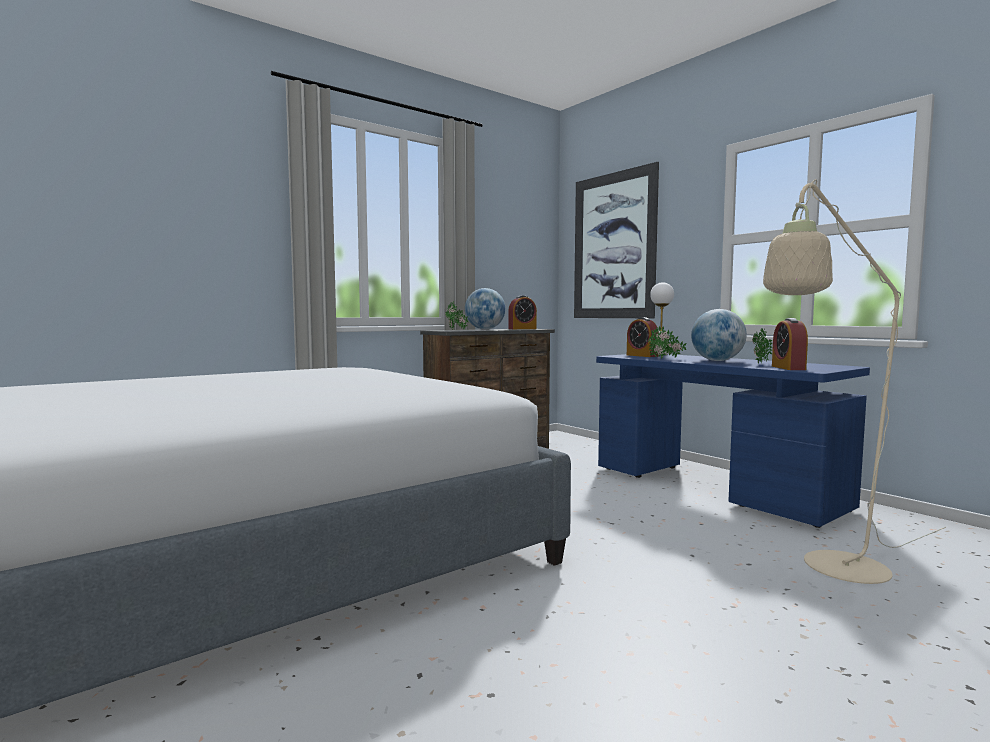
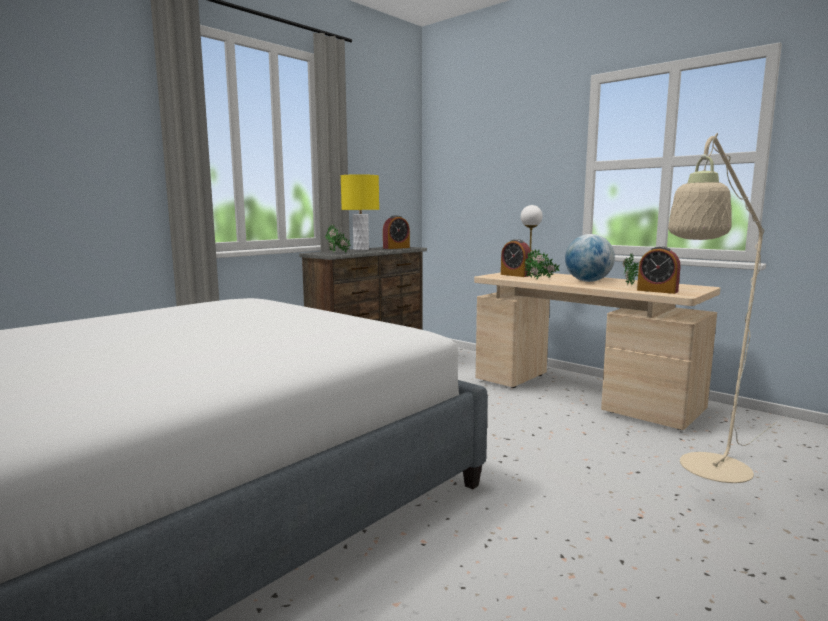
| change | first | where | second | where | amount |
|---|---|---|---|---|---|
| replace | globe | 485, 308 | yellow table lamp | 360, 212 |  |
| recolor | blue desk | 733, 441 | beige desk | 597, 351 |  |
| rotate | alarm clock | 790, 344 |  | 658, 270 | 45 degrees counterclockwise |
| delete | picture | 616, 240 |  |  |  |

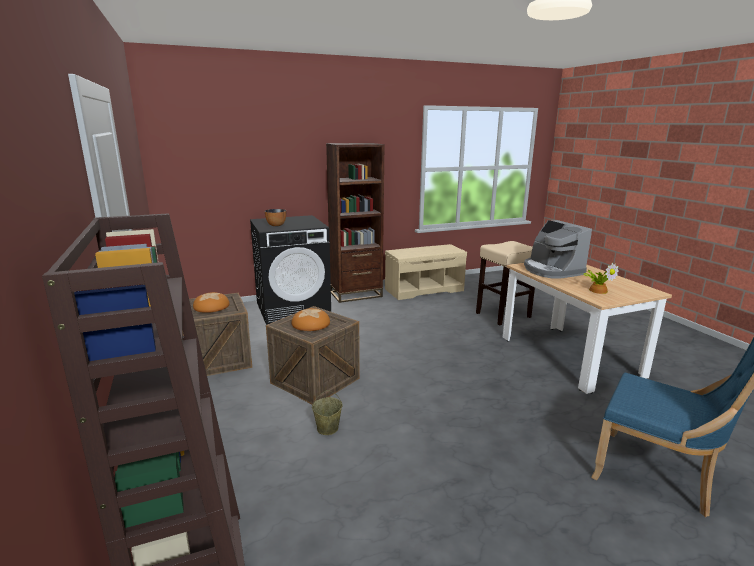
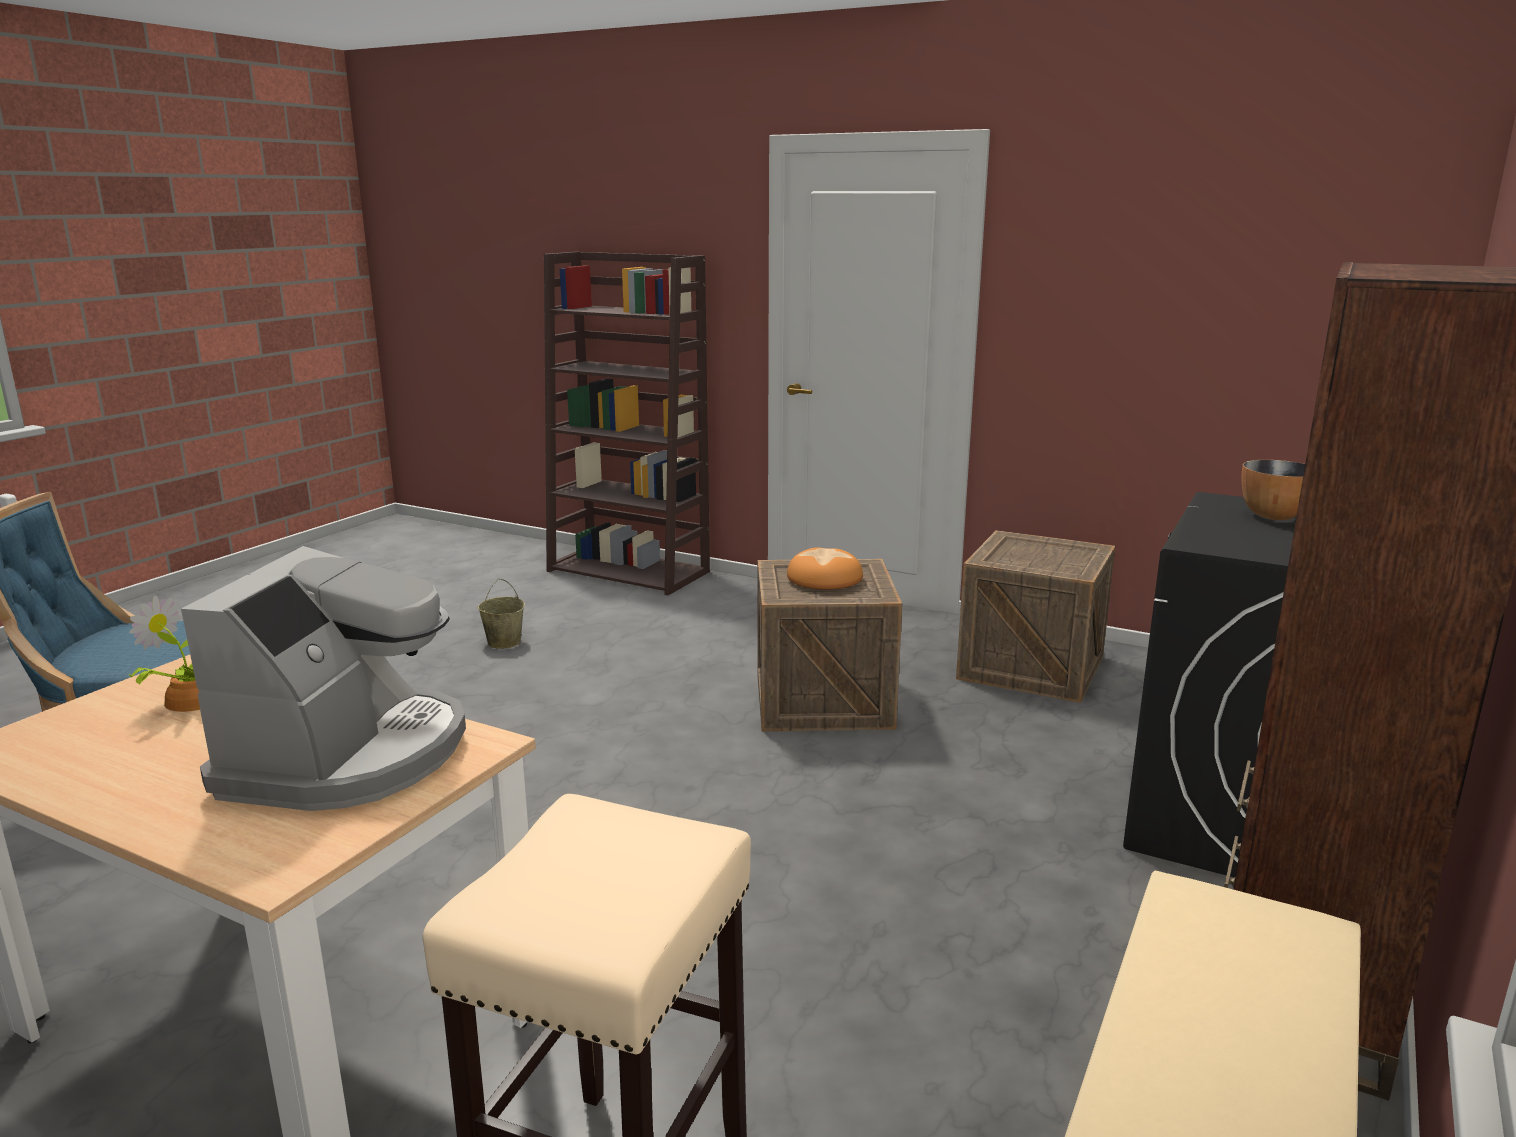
| change | first | where | second | where | amount |
|---|---|---|---|---|---|
| rotate | coffee machine | 558, 249 |  | 323, 678 | 75 degrees clockwise |
| move | beige bucket | 327, 412 |  | 501, 614 |  |
| delete | bread | 211, 302 |  |  |  |

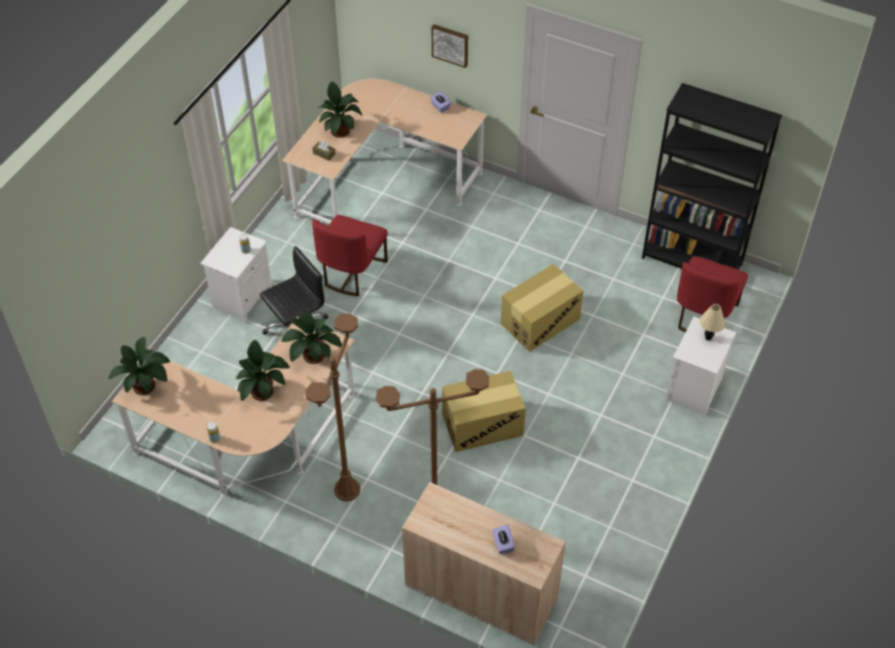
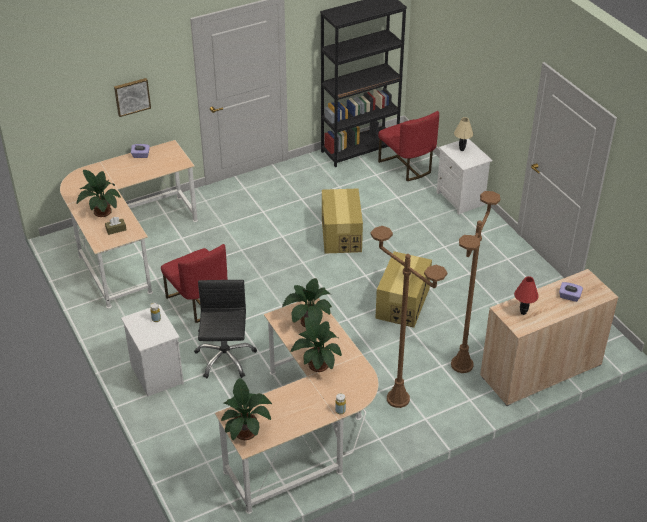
| change | first | where | second | where | amount |
|---|---|---|---|---|---|
| insert |  |  | red table lamp | 526, 295 |  |

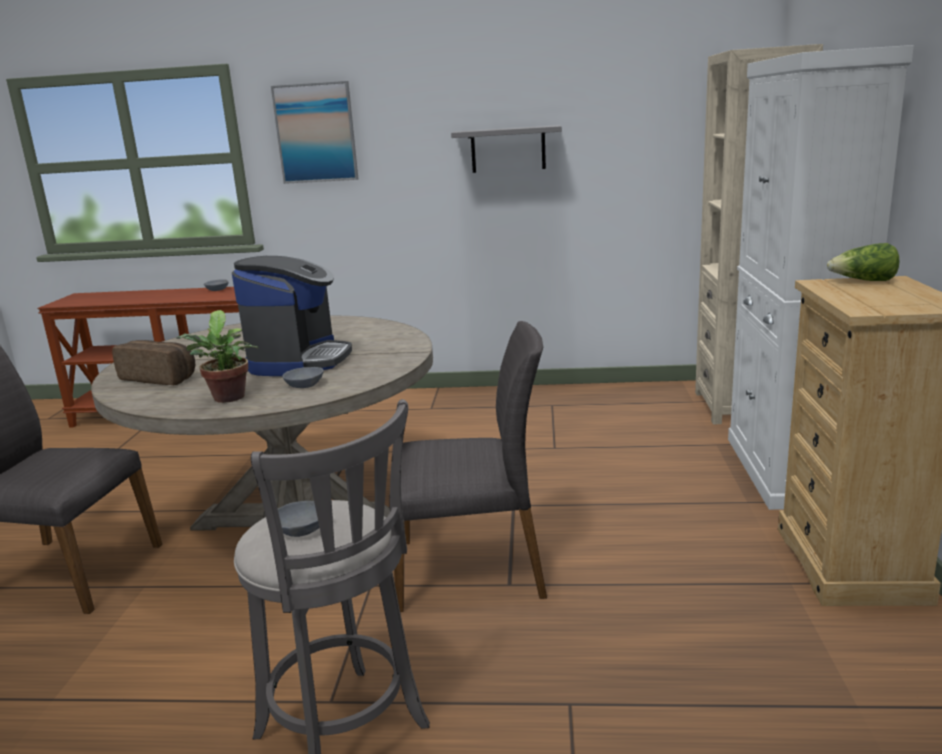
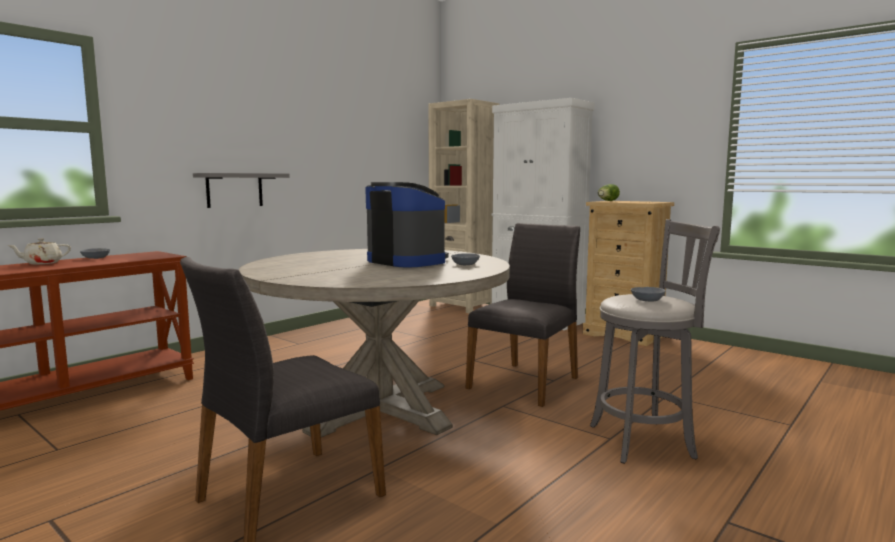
| change | first | where | second | where | amount |
|---|---|---|---|---|---|
| insert |  |  | beige teapot | 39, 251 |  |
| move | grey shelf | 506, 149 |  | 241, 190 |  |
| delete | bread | 153, 362 |  |  |  |
| delete | potted plant | 217, 356 |  |  |  |
| delete | picture | 314, 132 |  |  |  |

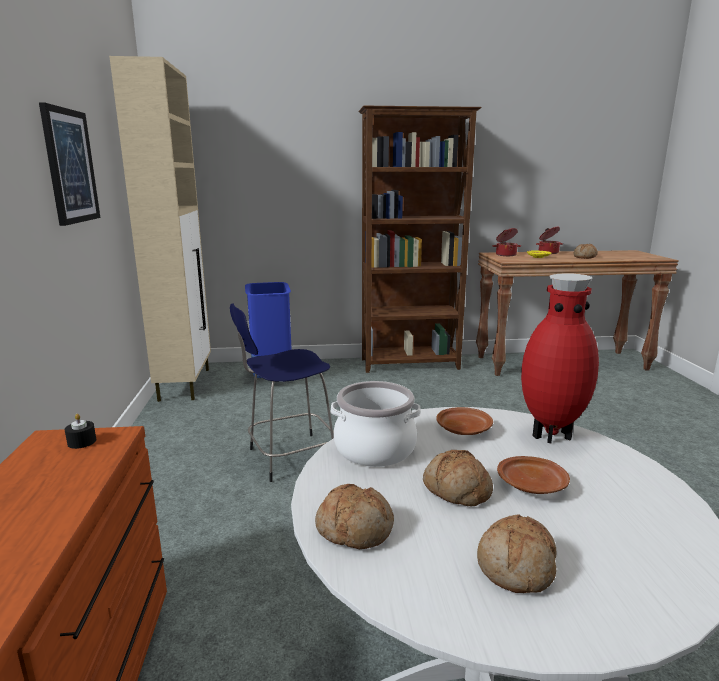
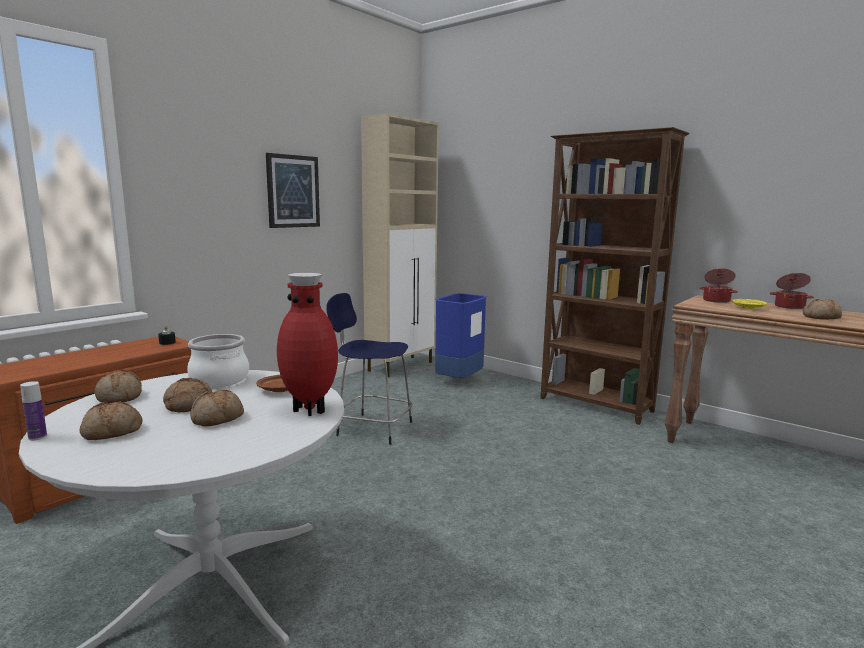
| change | first | where | second | where | amount |
|---|---|---|---|---|---|
| insert |  |  | bottle | 33, 410 |  |
| replace | brown plate | 533, 475 | bread | 217, 408 |  |

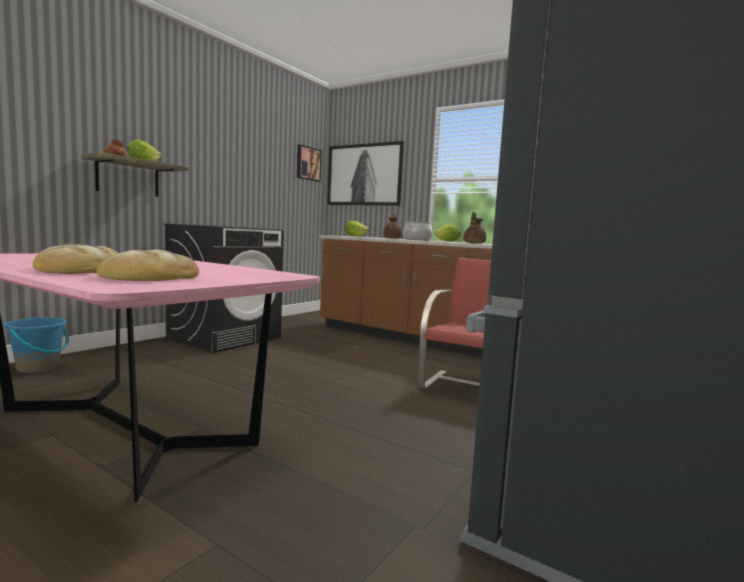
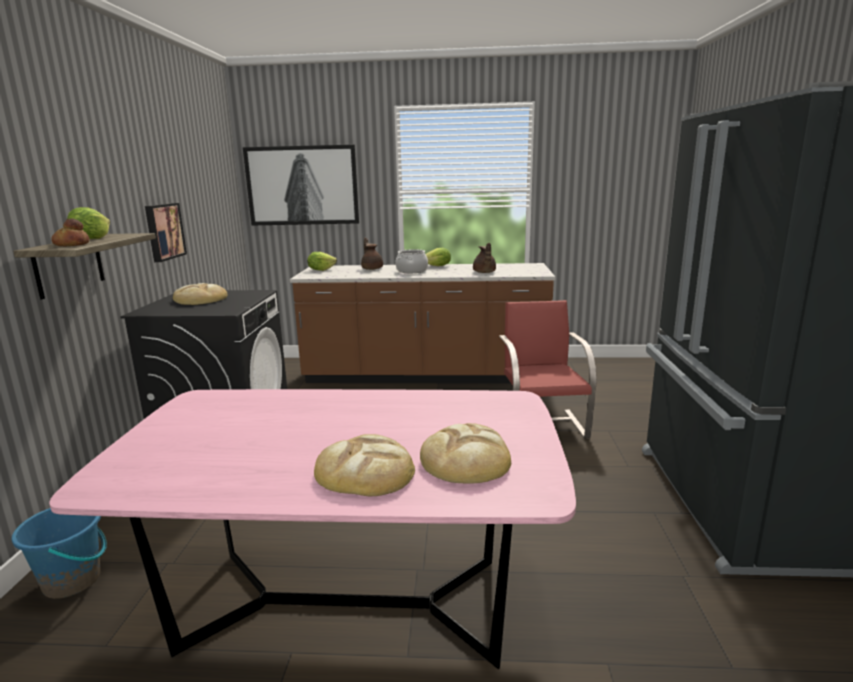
| change | first | where | second | where | amount |
|---|---|---|---|---|---|
| move | picture | 309, 163 |  | 166, 232 |  |
| insert |  |  | bread | 200, 294 |  |

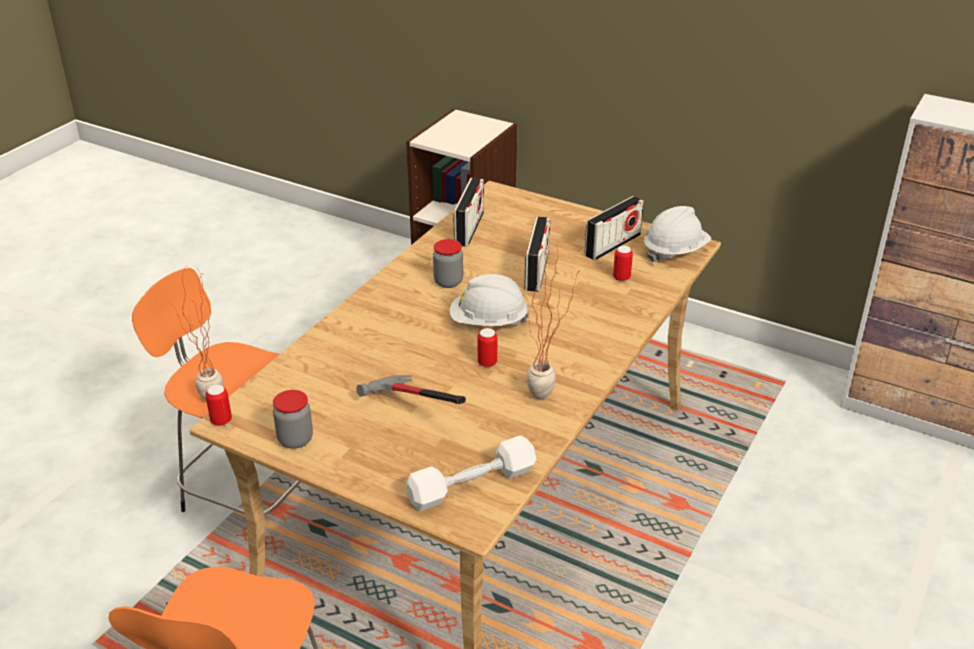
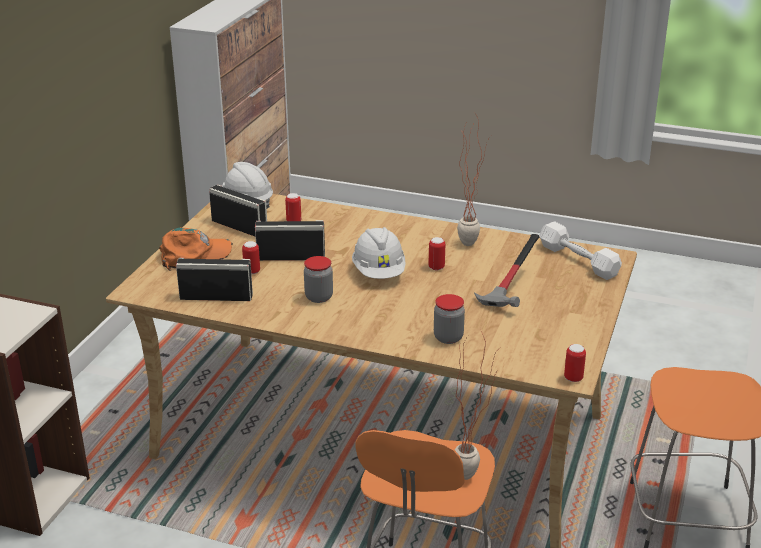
| change | first | where | second | where | amount |
|---|---|---|---|---|---|
| insert |  |  | orange cap | 196, 249 |  |
| insert |  |  | can | 251, 257 |  |
| move | jar | 293, 419 |  | 449, 319 |  |

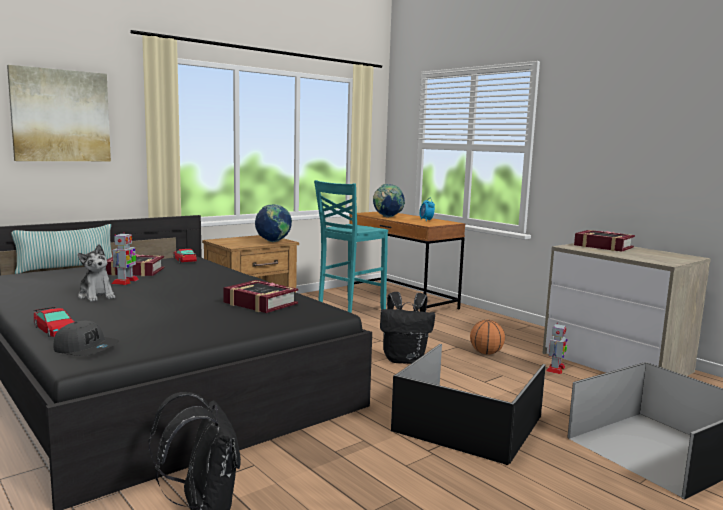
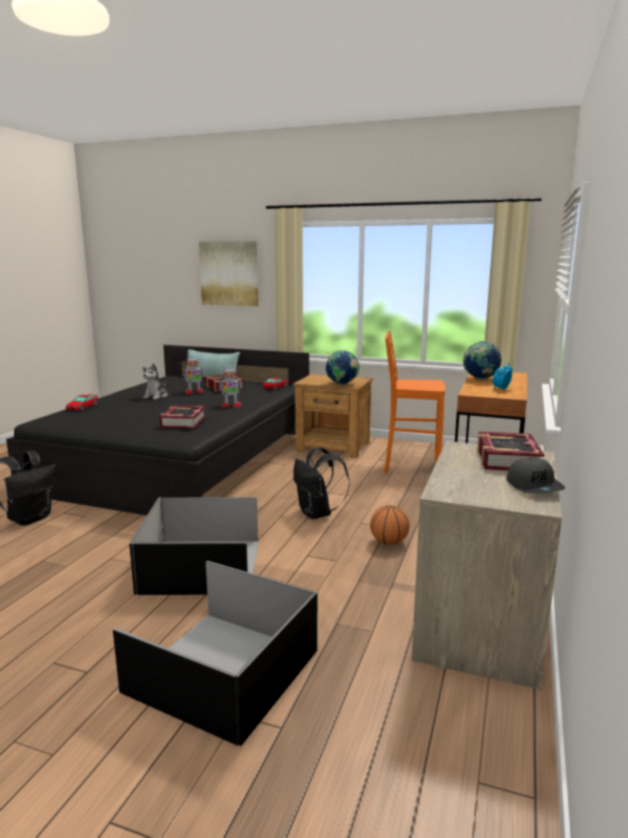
| change | first | where | second | where | amount |
|---|---|---|---|---|---|
| move | toy robot | 556, 348 |  | 230, 388 |  |
| recolor | turquoise stool | 351, 246 | orange stool | 414, 402 |  |
| move | grey cap | 86, 338 |  | 536, 476 |  |

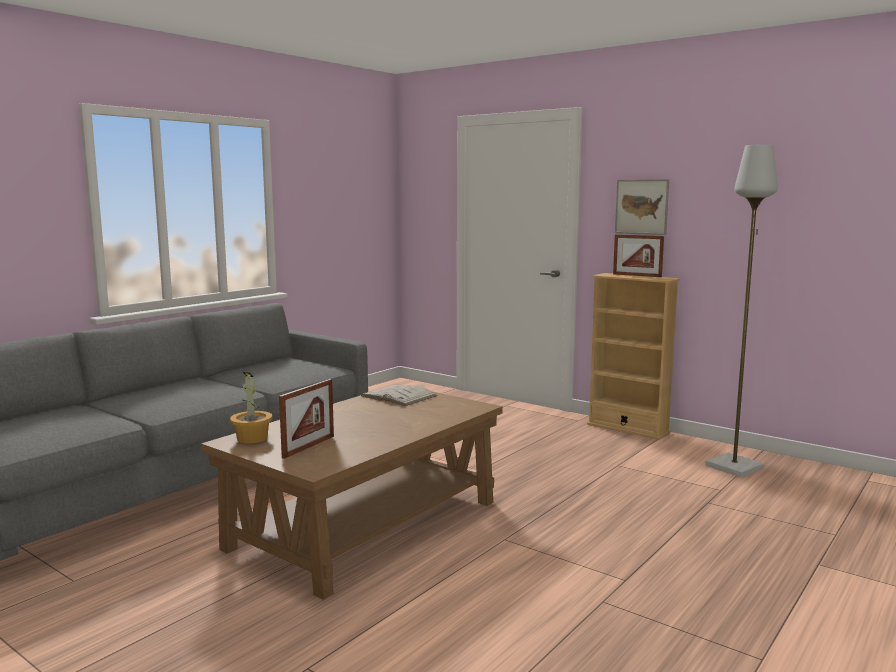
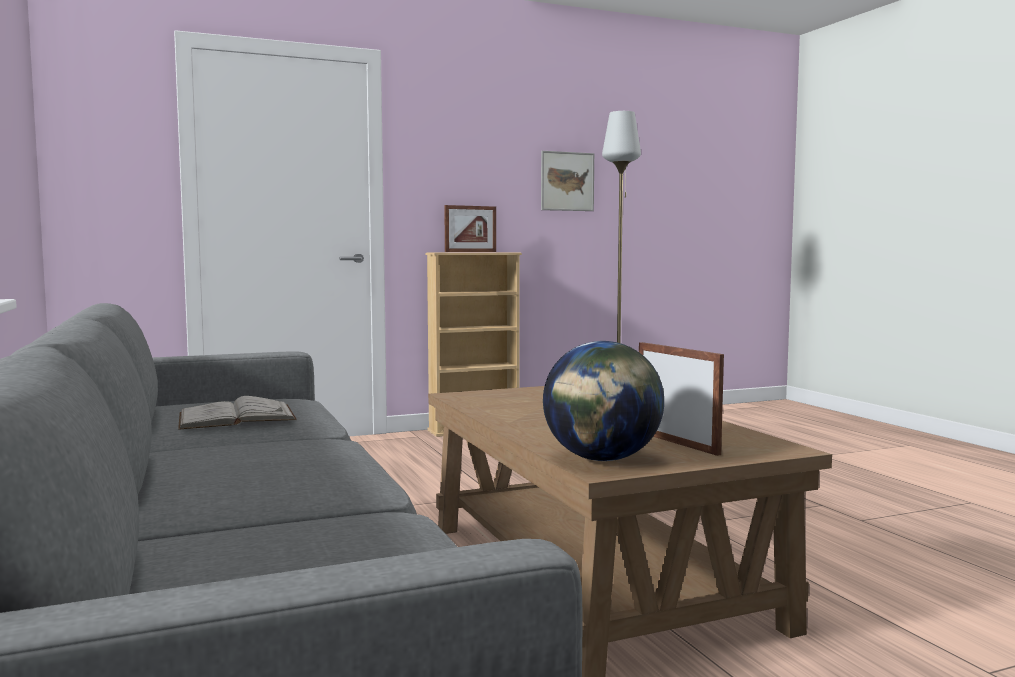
| change | first | where | second | where | amount |
|---|---|---|---|---|---|
| move | white book | 399, 395 |  | 237, 413 |  |
| move | picture | 642, 207 |  | 567, 181 |  |
| replace | potted plant | 251, 408 | globe | 603, 401 |  |

